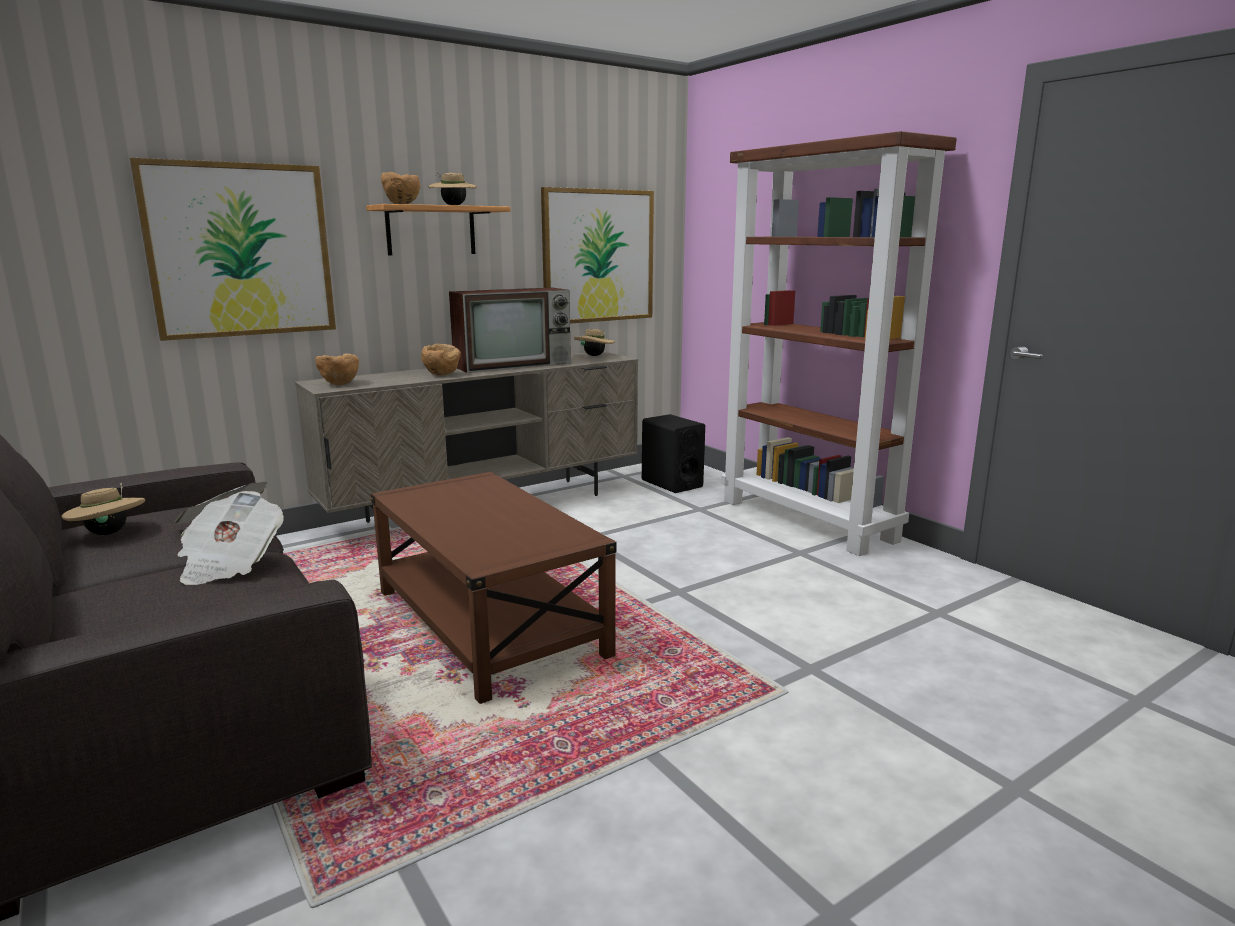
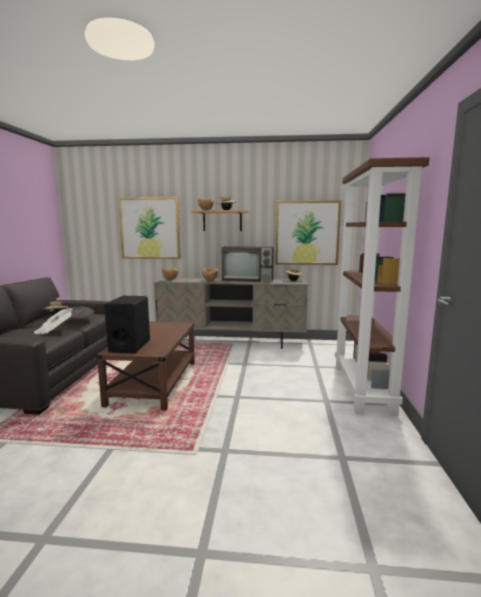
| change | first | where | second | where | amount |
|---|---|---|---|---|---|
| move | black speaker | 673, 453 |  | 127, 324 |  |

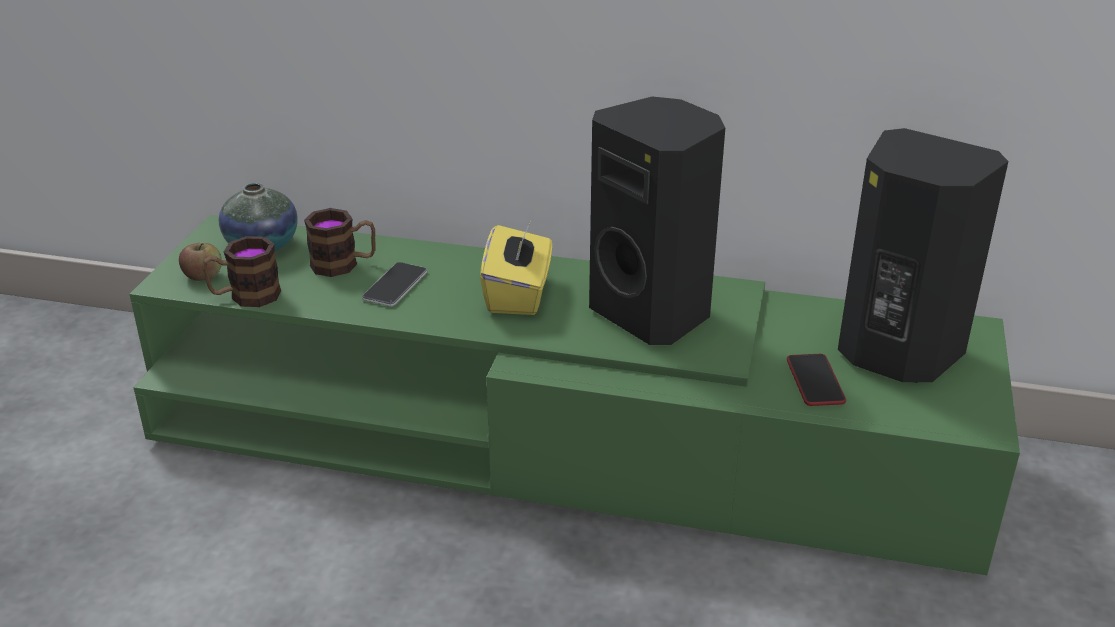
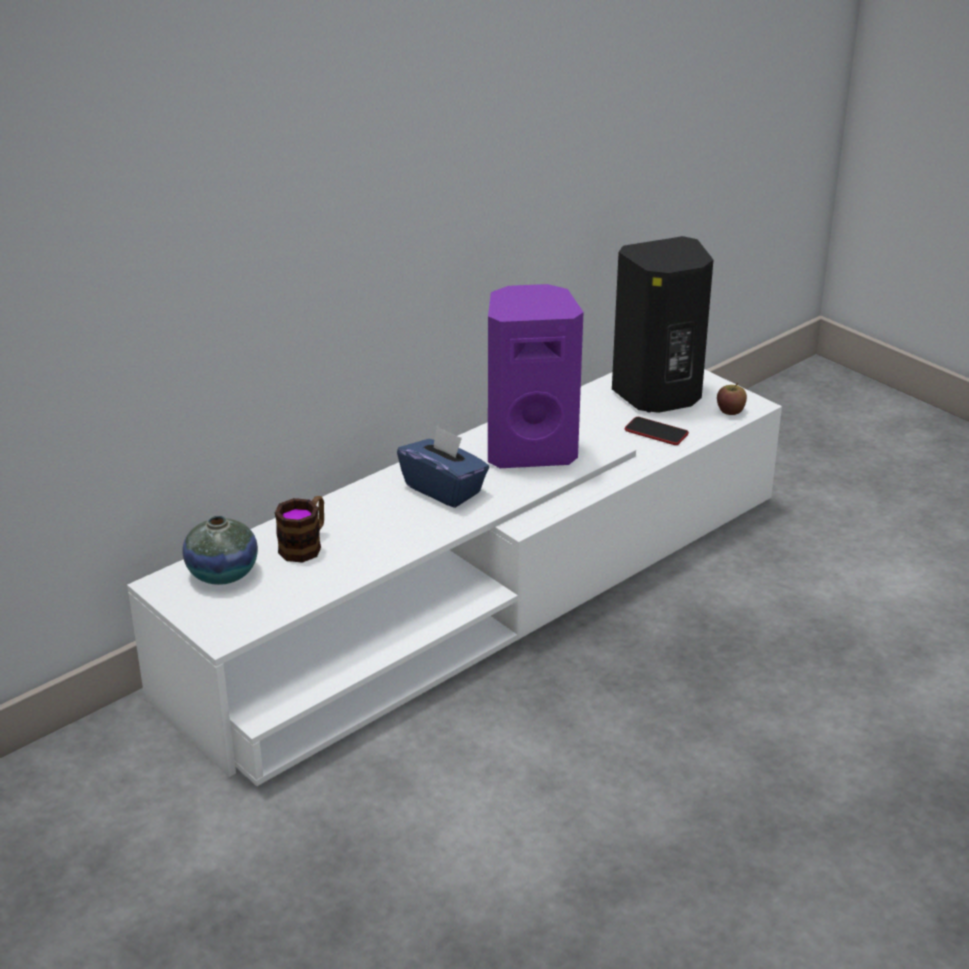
| change | first | where | second | where | amount |
|---|---|---|---|---|---|
| recolor | green tv stand | 574, 395 | white tv stand | 454, 577 |  |
| recolor | yellow tissue box | 516, 267 | blue tissue box | 443, 467 |  |
| recolor | black speaker | 657, 221 | purple speaker | 535, 376 |  |
| move | apple | 200, 262 |  | 732, 399 |  |
| delete | mug | 241, 271 |  |  |  |
| delete | phone | 394, 284 |  |  |  |

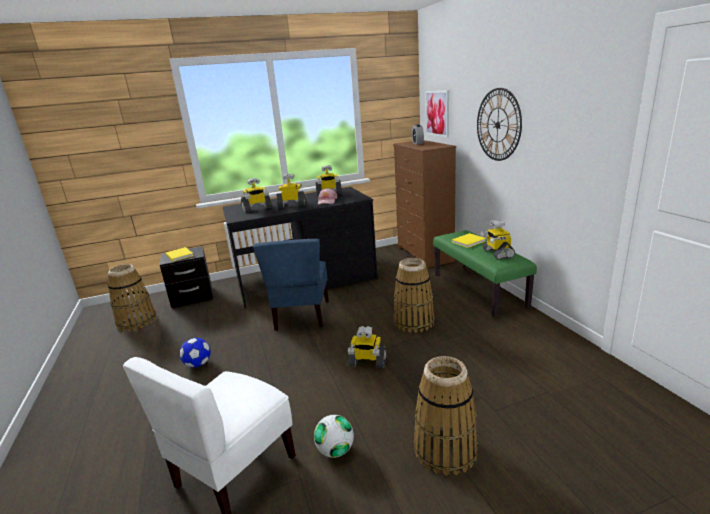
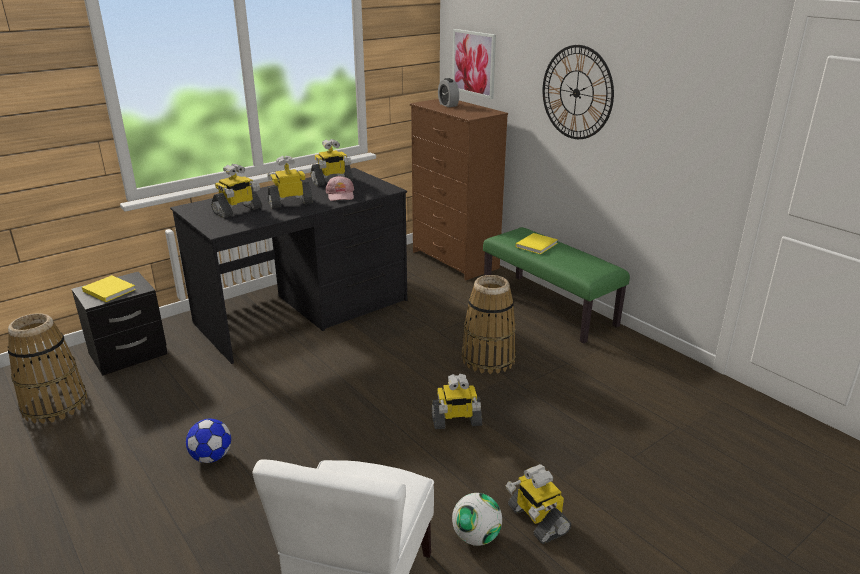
| change | first | where | second | where | amount |
|---|---|---|---|---|---|
| move | toy robot | 498, 240 |  | 538, 504 |  |
| delete | blue chair | 291, 285 |  |  |  |
| delete | basket | 445, 416 |  |  |  |

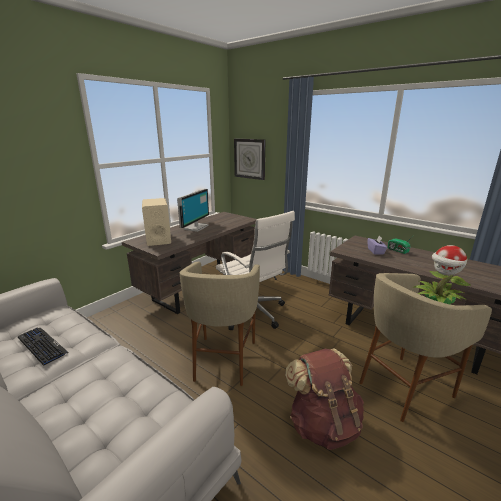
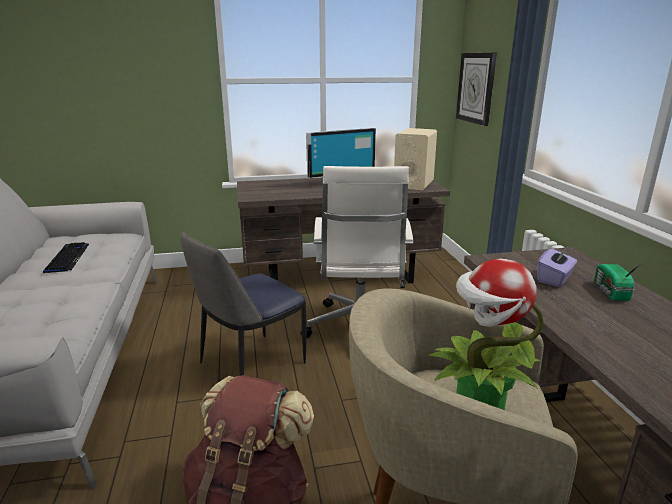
| change | first | where | second | where | amount |
|---|---|---|---|---|---|
| replace | beige stool | 220, 324 | chair | 243, 304 |  |
| move | beige speaker | 156, 222 |  | 415, 159 |  |

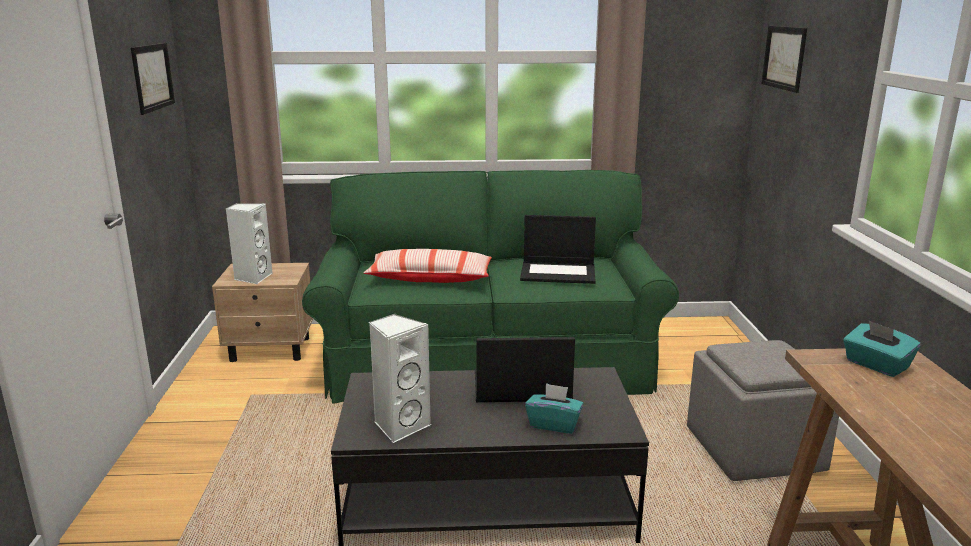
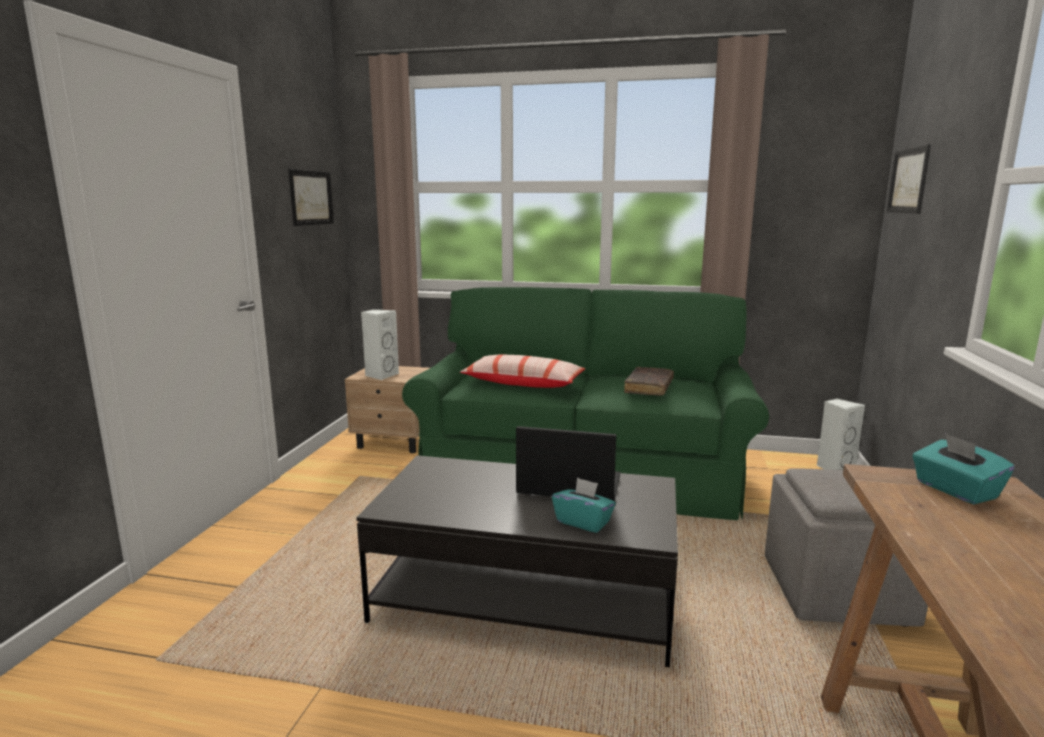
| change | first | where | second | where | amount |
|---|---|---|---|---|---|
| replace | laptop | 558, 249 | brown book | 649, 381 |  |
| move | white speaker | 400, 378 |  | 841, 434 |  |

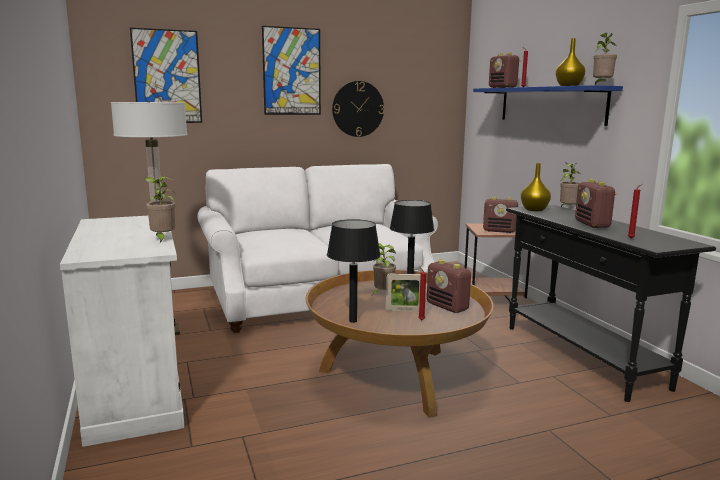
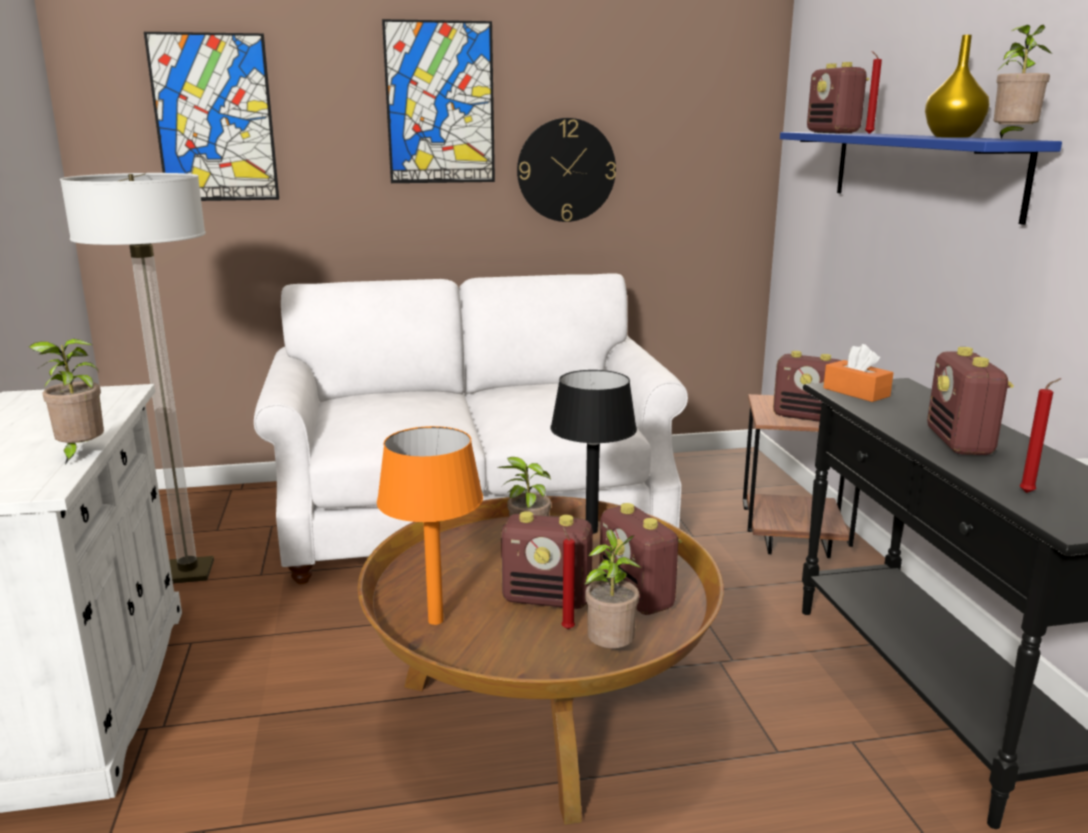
| change | first | where | second | where | amount |
|---|---|---|---|---|---|
| recolor | black table lamp | 354, 271 | orange table lamp | 430, 525 |  |
| replace | picture frame | 403, 292 | radio | 547, 560 |  |
| move | potted plant | 570, 184 |  | 612, 589 |  |
| replace | yellow vase | 536, 187 | orange tissue box | 858, 373 |  |

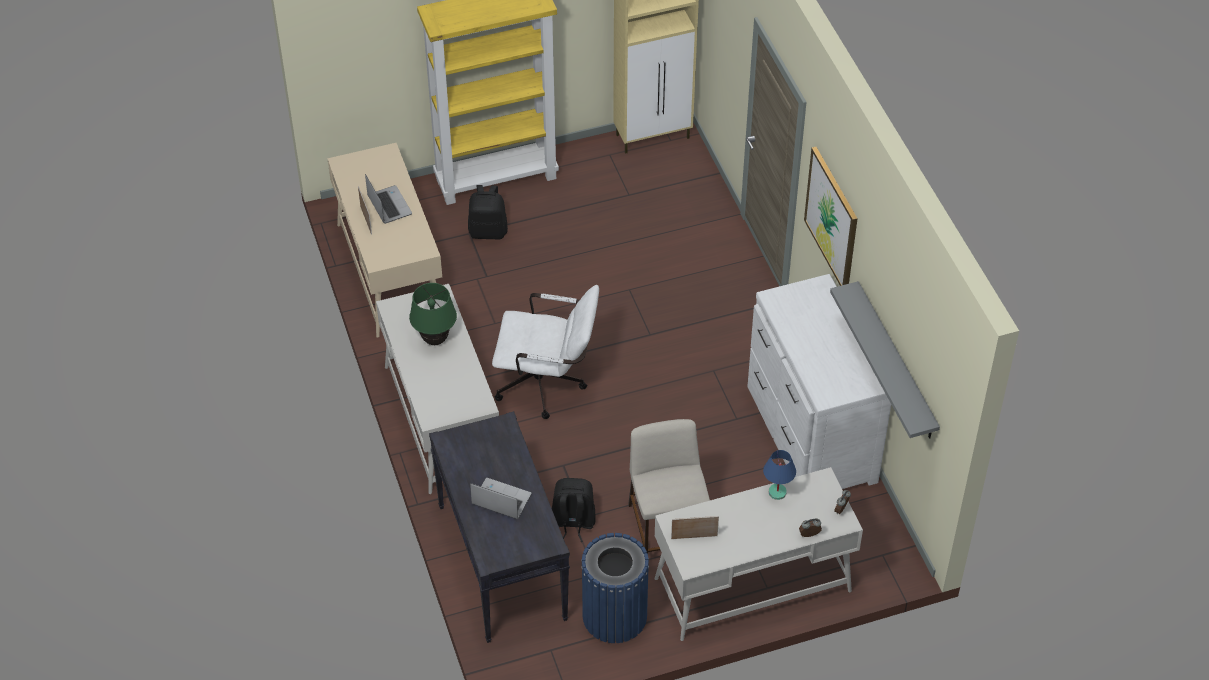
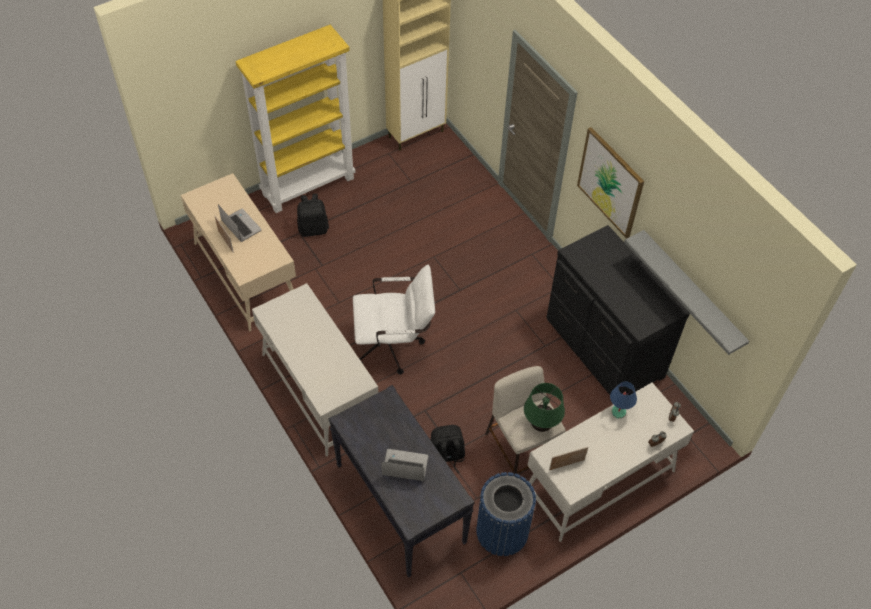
| change | first | where | second | where | amount |
|---|---|---|---|---|---|
| move | green table lamp | 433, 314 |  | 544, 407 |  |
| recolor | white dresser | 819, 381 | black dresser | 618, 310 |  |

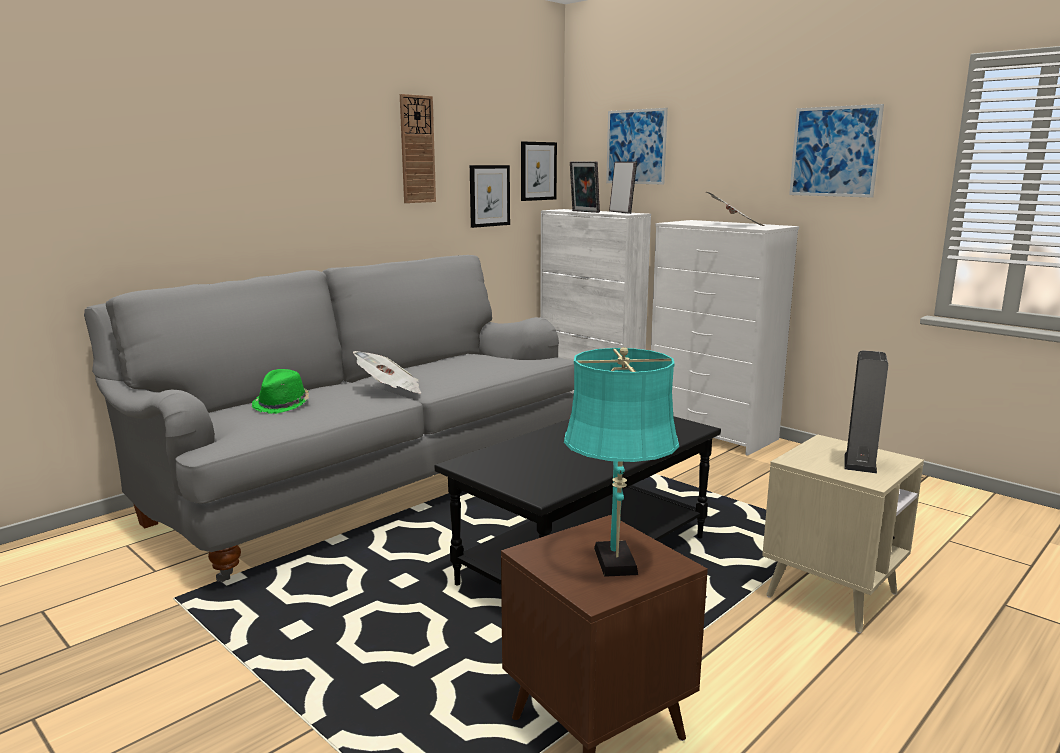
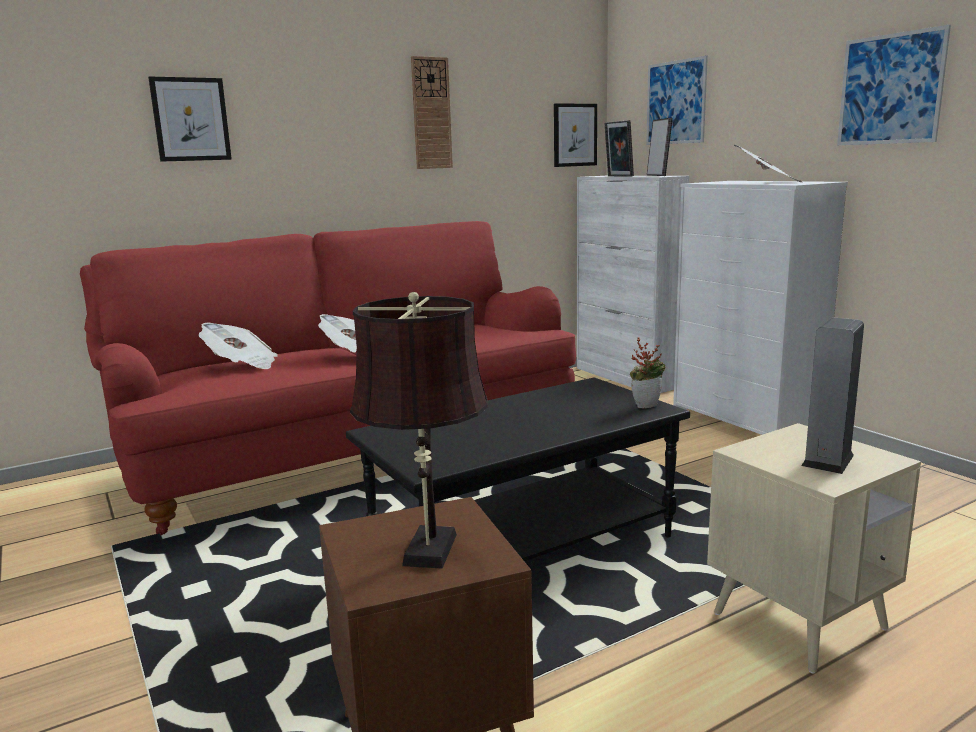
| change | first | where | second | where | amount |
|---|---|---|---|---|---|
| recolor | grey sofa | 329, 419 | red sofa | 328, 378 |  |
| move | picture | 490, 196 |  | 190, 119 |  |
| replace | green hat | 280, 391 | newspaper | 238, 346 |  |
| recolor | turquoise table lamp | 621, 462 | brown table lamp | 419, 430 |  |
| insert |  |  | potted plant | 648, 373 |  |

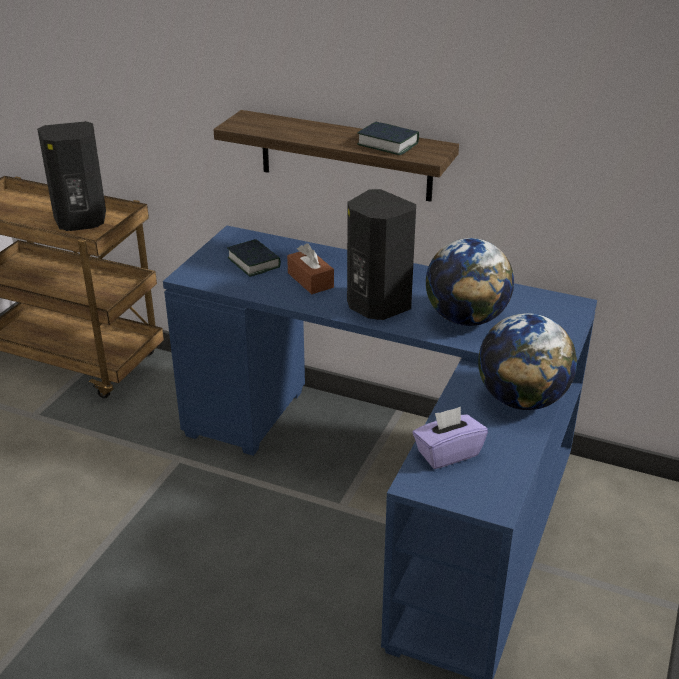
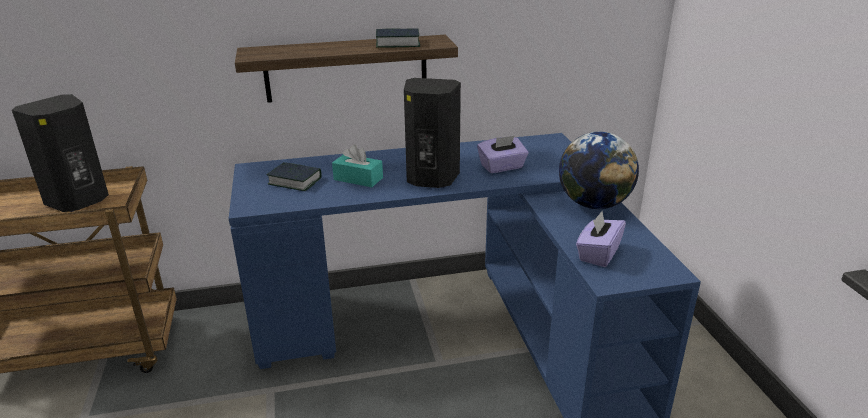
| change | first | where | second | where | amount |
|---|---|---|---|---|---|
| recolor | brown tissue box | 310, 268 | turquoise tissue box | 357, 166 |  |
| replace | globe | 470, 282 | purple tissue box | 502, 154 |  |

